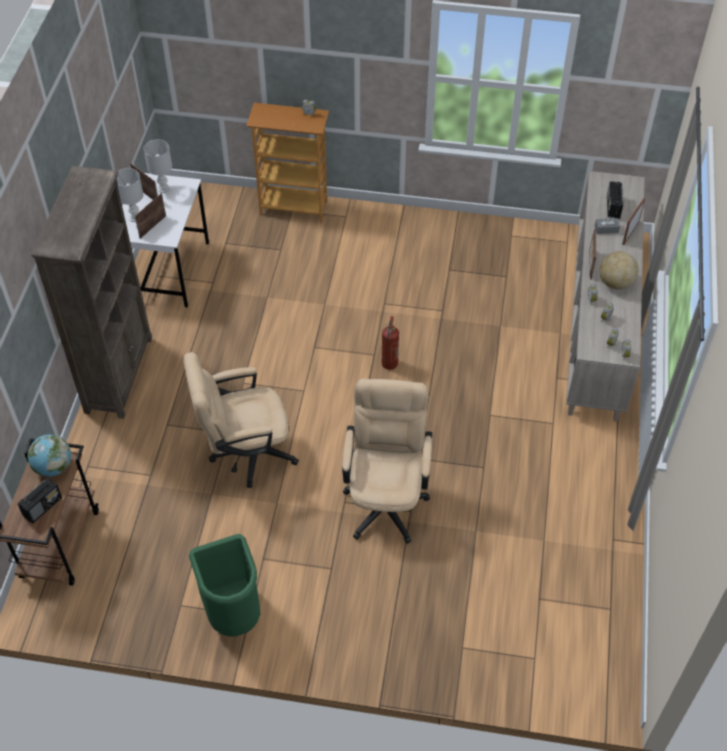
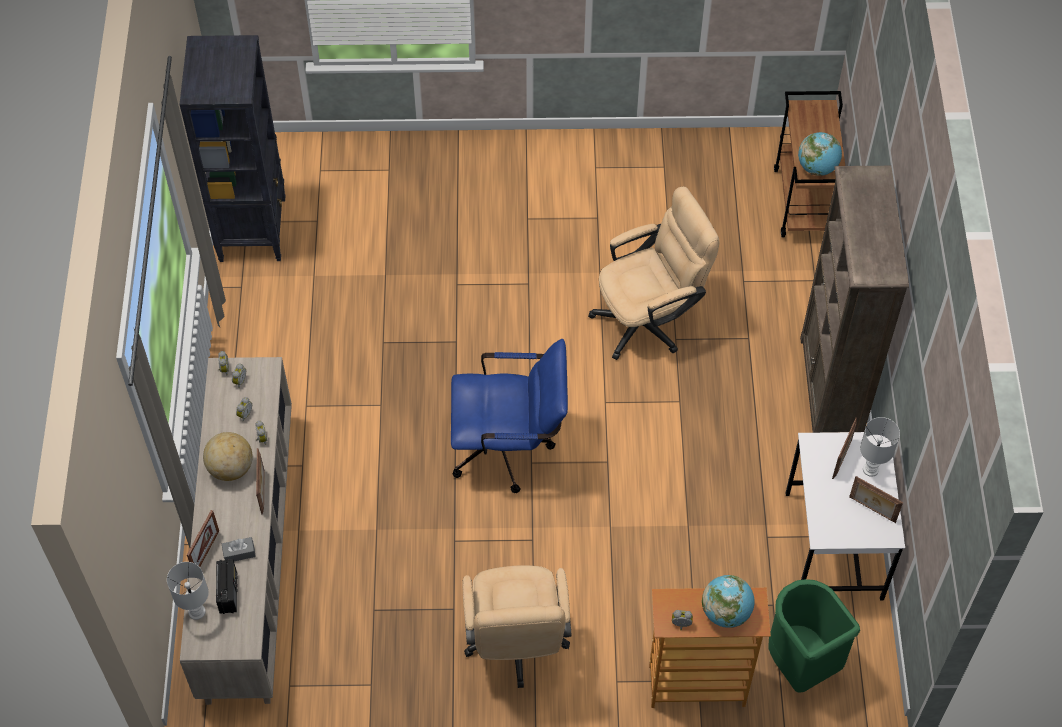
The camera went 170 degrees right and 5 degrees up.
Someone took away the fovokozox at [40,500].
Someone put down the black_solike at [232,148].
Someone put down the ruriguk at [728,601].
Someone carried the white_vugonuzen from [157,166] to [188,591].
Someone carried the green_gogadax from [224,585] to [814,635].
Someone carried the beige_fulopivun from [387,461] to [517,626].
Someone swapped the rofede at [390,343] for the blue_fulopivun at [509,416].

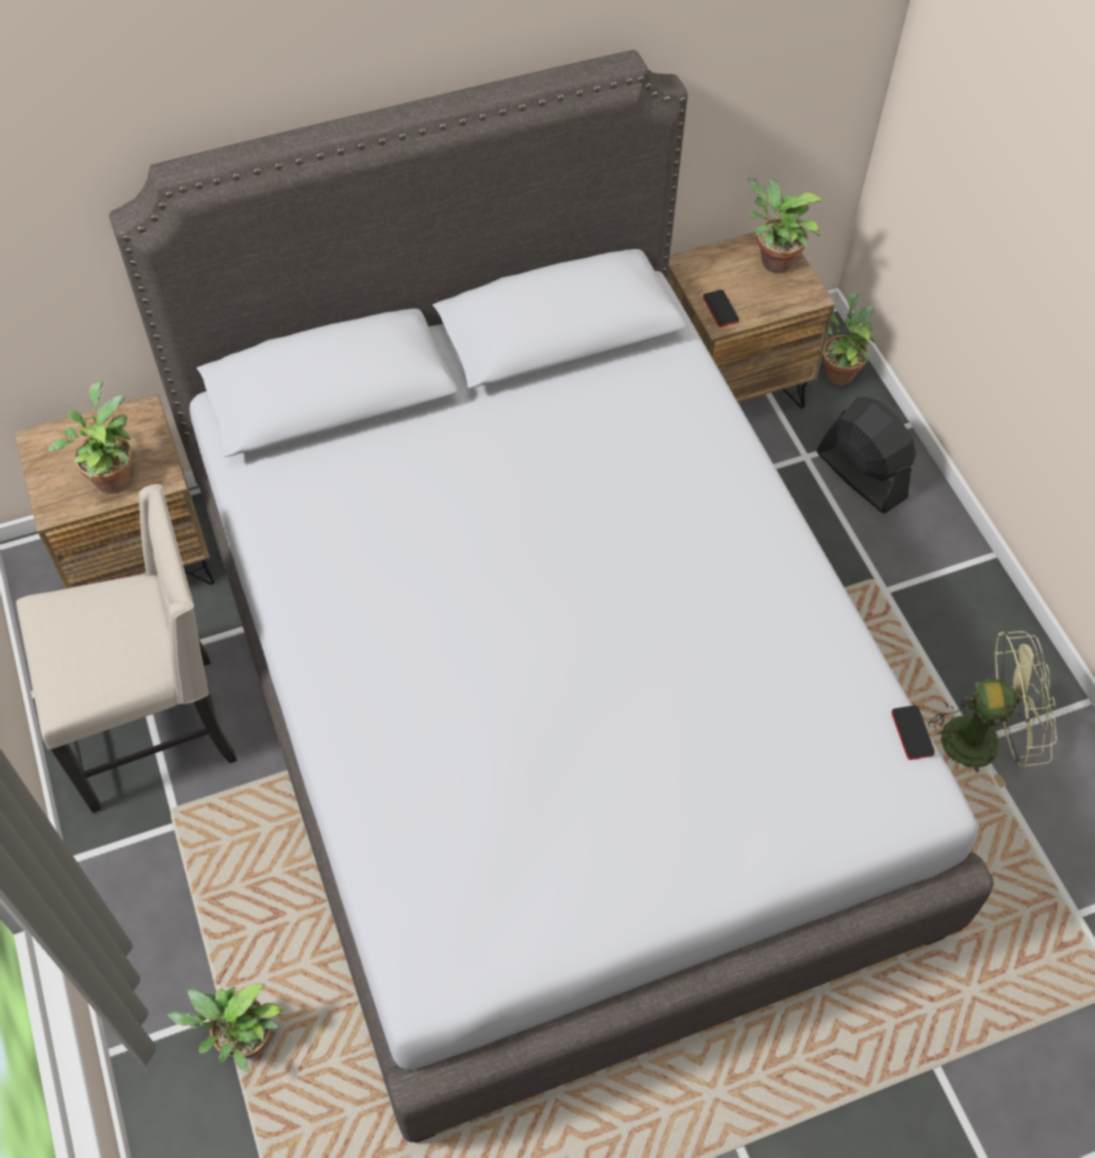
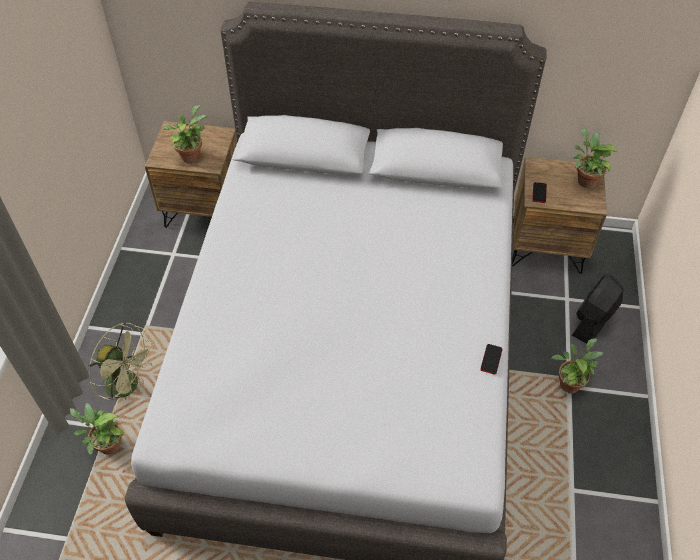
The camera went 30 degrees right and 5 degrees down.
Someone took away the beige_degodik at [126,648].
Someone carried the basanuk from [848,338] to [577,366].
Someone carried the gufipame from [913,732] to [491,359].
Someone carried the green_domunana from [992,709] to [121,366].
Someone rotated the black_domunana at [866,455] by 135 degrees counterclockwise.

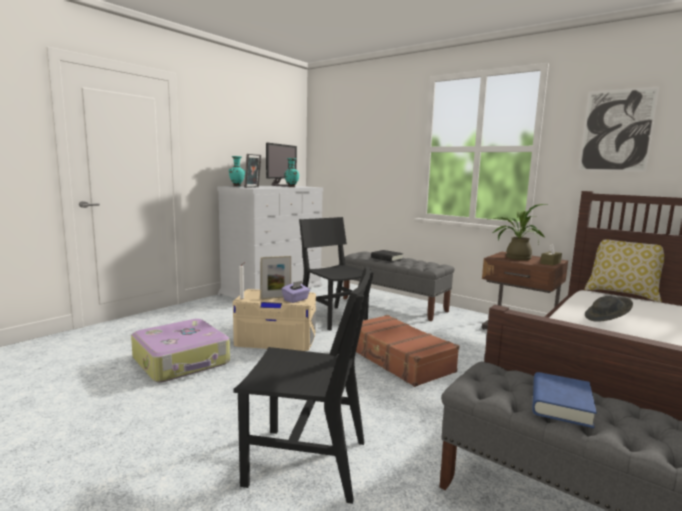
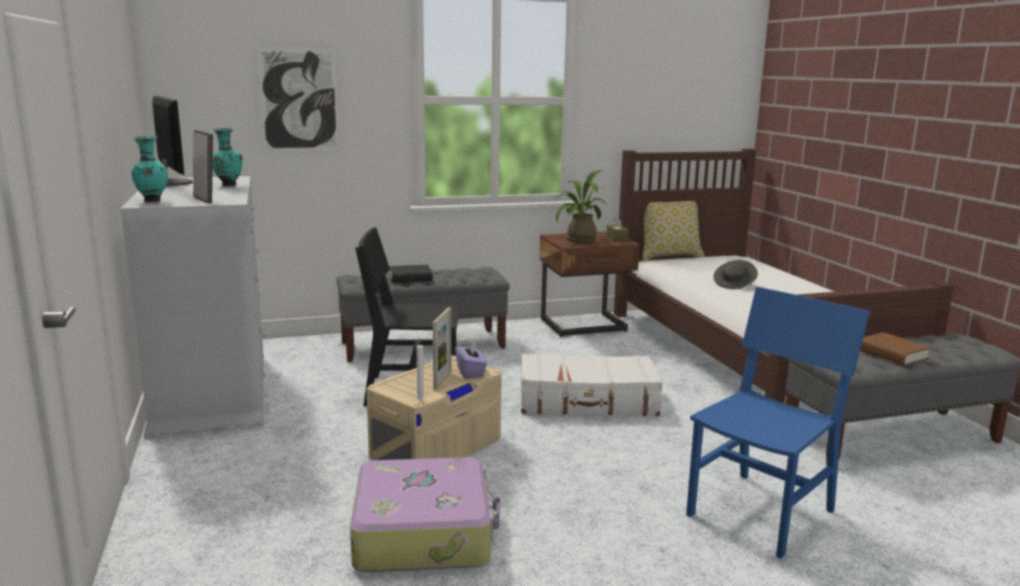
The camera went 55 degrees left and 5 degrees up.
Someone carried the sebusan from [619,129] to [298,99].
Someone repainted the black_degodik at [303,385], which became the blue_degodik at [778,423].
Someone repainted the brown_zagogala at [407,351], which became the white_zagogala at [592,384].
Someone repainted the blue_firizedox at [564,400], which became the brown_firizedox at [895,349].

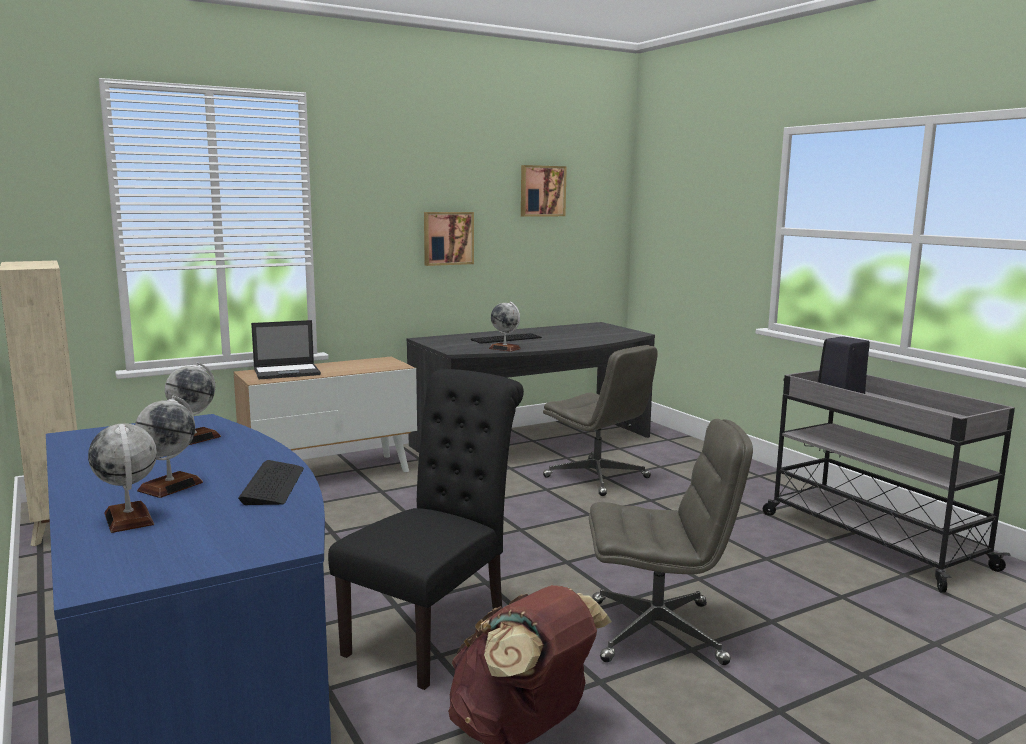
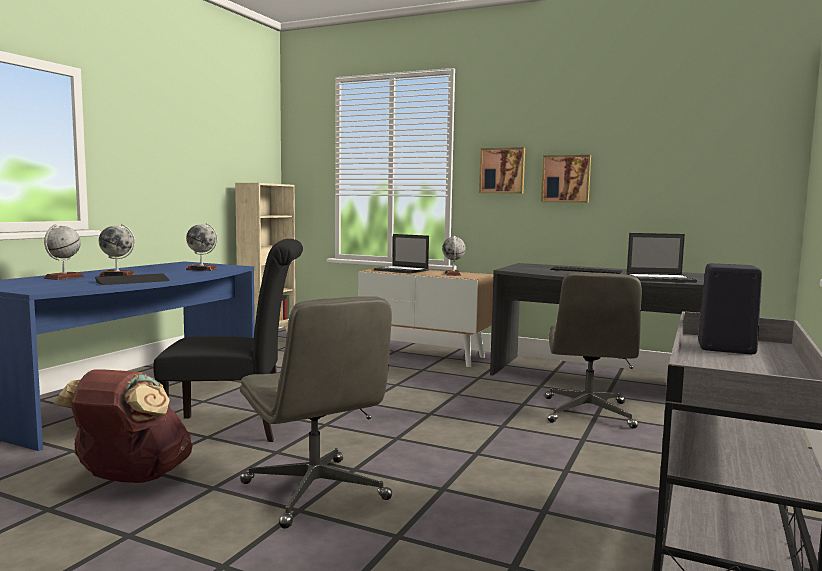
The camera went 55 degrees right and 5 degrees down.
Someone put down the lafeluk at [661,258].
Someone carried the ruriguk from [505,327] to [454,256].
Someone carried the sebusan from [544,191] to [502,170].

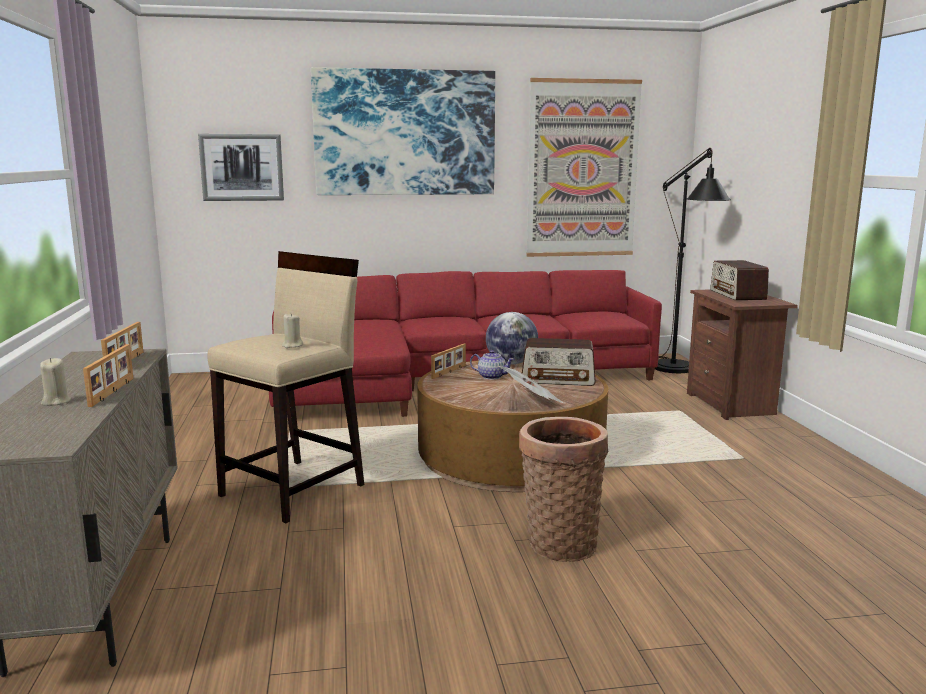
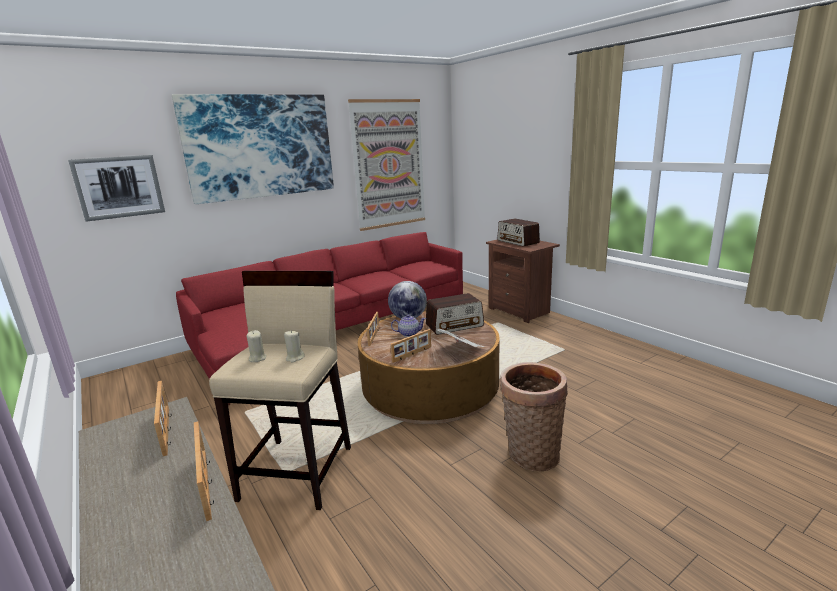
The camera went 25 degrees left and 5 degrees up.
Someone took away the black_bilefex at [693,260].
Someone put down the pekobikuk at [411,346].
Someone carried the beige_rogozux from [55,382] to [256,346].

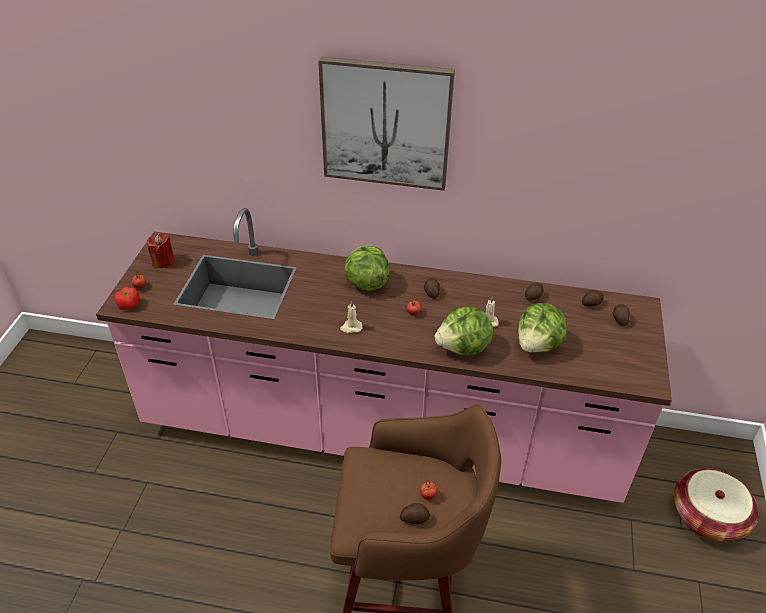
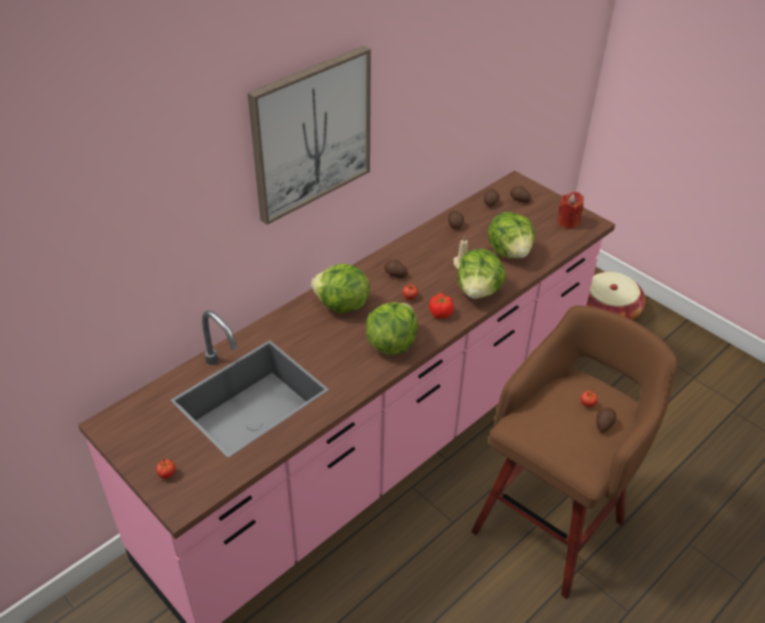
The camera went 55 degrees left and 0 degrees up.
Someone carried the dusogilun from [127,298] to [441,306].
Someone carried the red_rogozux from [161,250] to [570,210].
Someone swapped the beige_rogozux at [351,317] for the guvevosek at [392,328].

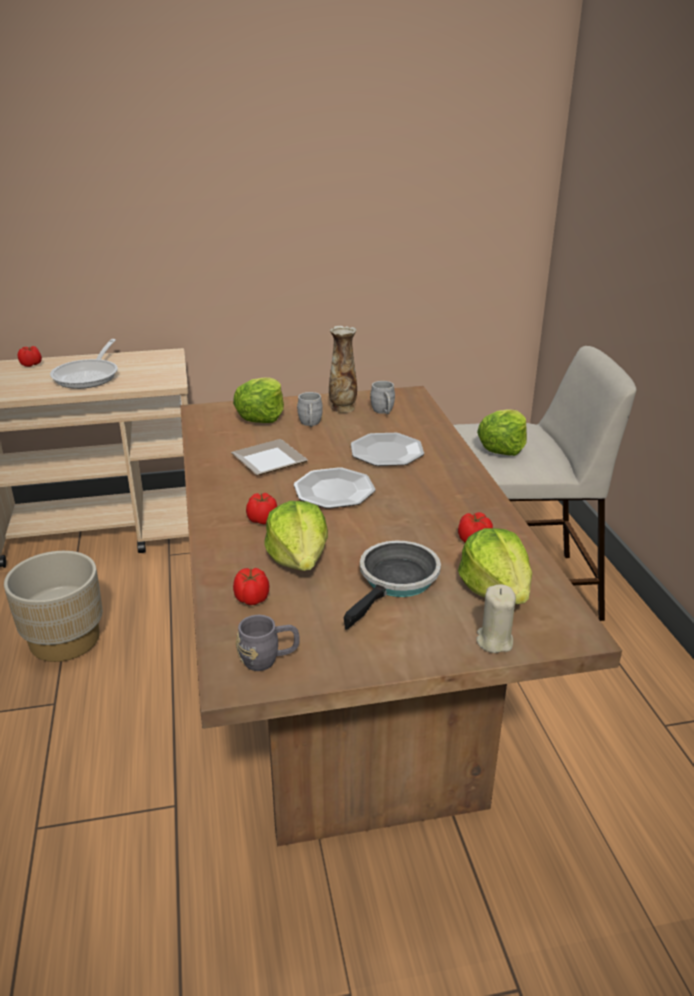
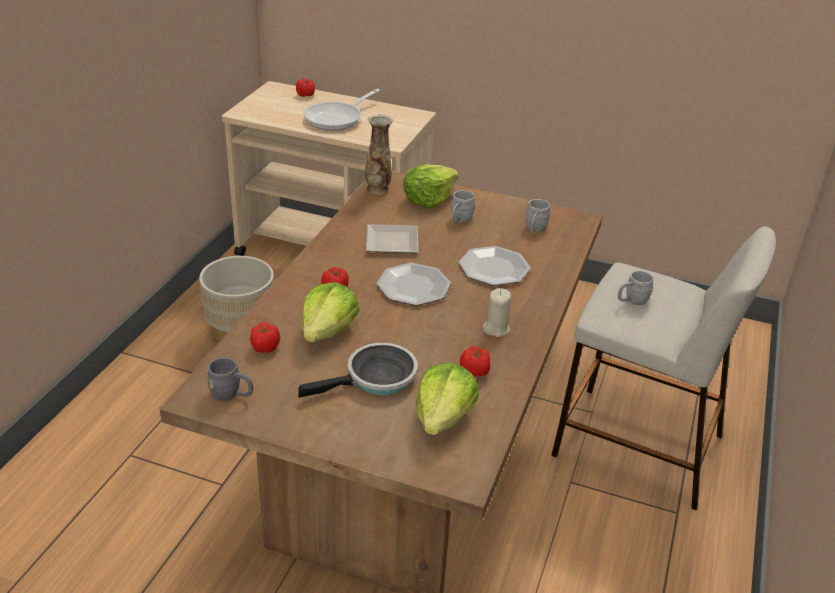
The camera went 30 degrees right and 5 degrees up.
Someone carried the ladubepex from [343,369] to [379,154].
Someone carried the beige_rogozux from [496,618] to [497,312].
Someone swapped the guvevosek at [502,432] for the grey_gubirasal at [635,288].

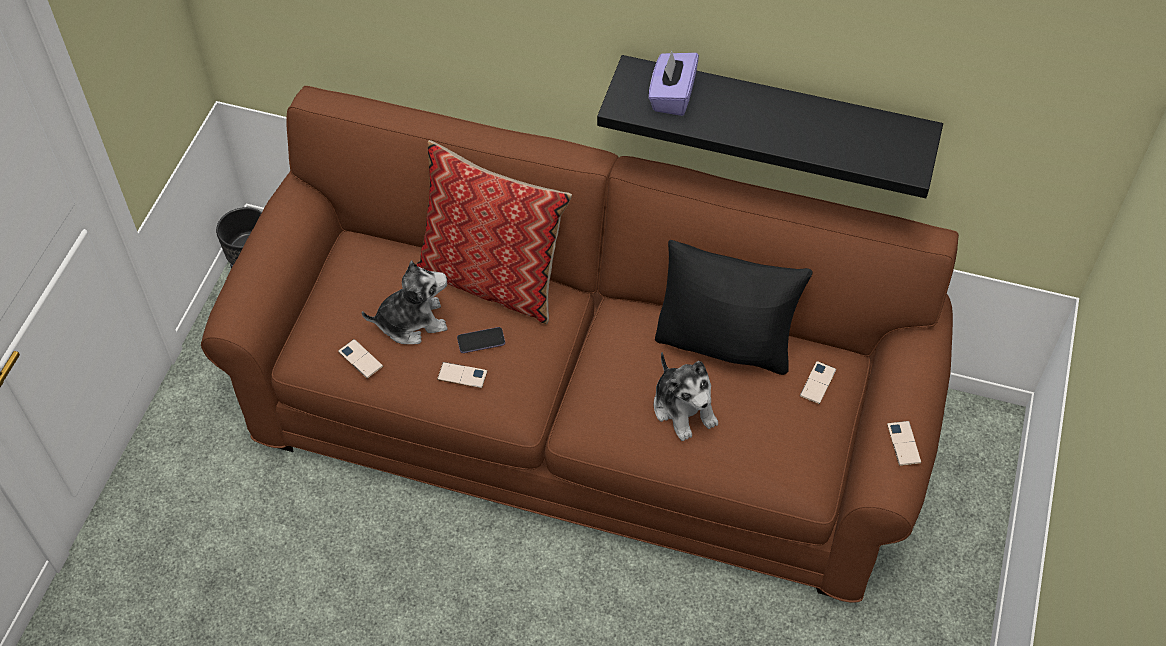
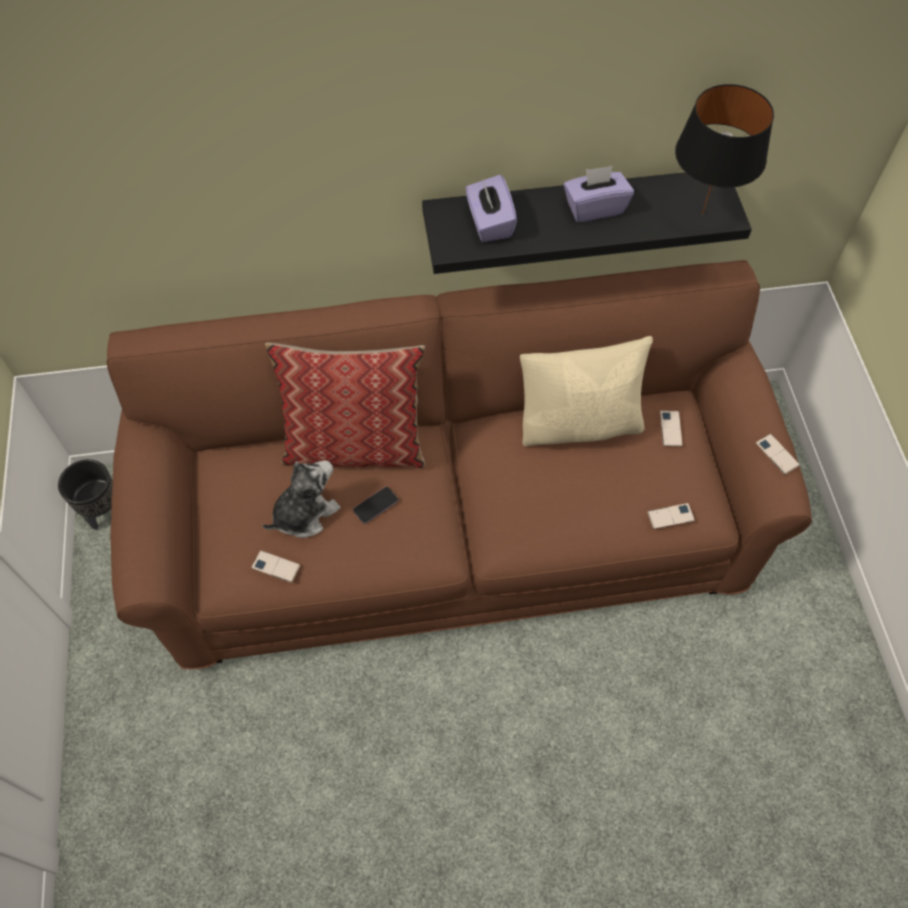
The camera went 25 degrees left and 5 degrees up.
Someone took away the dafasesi at [686,396].
Someone put down the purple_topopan at [598,194].
Someone put down the black_vugonuzen at [724,149].
Someone carried the gufipame from [462,375] to [671,516].
Someone repainted the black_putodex at [734,307], which became the beige_putodex at [586,391].

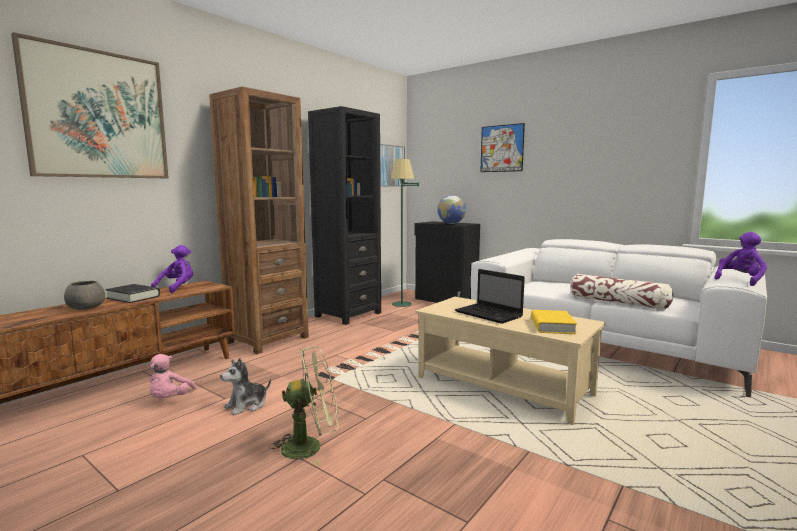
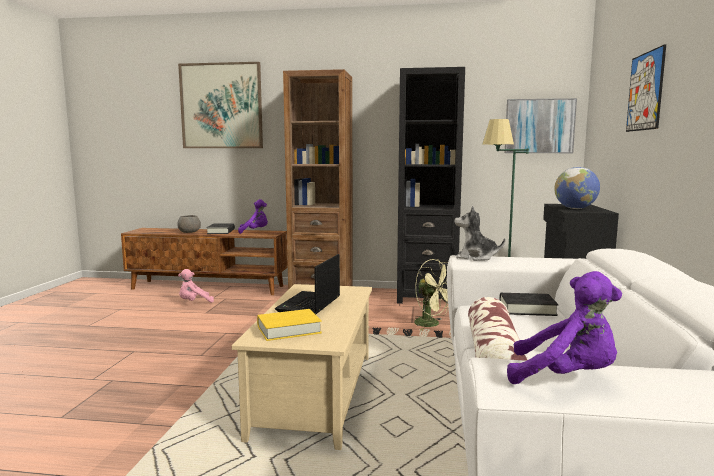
The camera went 60 degrees right and 0 degrees up.
Someone put down the black_firizedox at [528,304].
Someone carried the dafasesi from [245,386] to [479,233].
Someone carried the green_domunana from [303,406] to [431,295].

